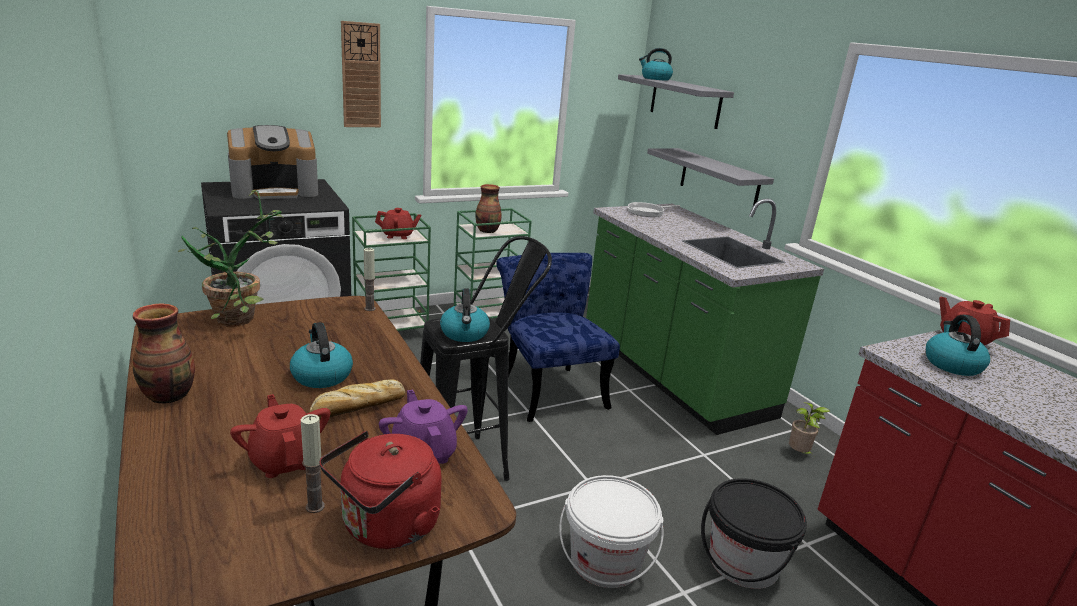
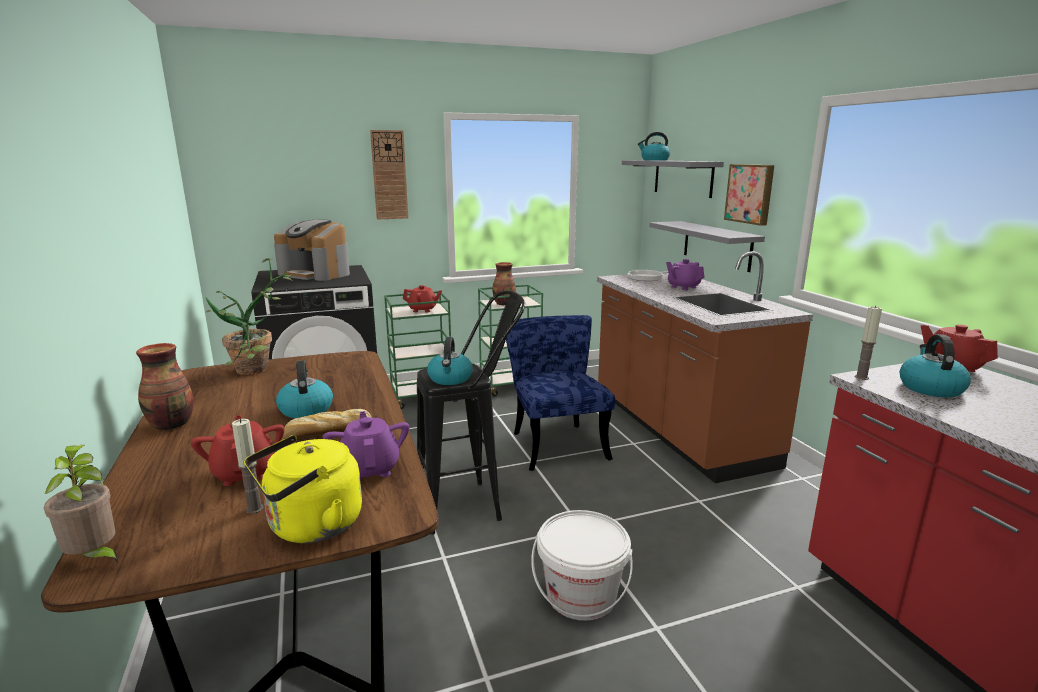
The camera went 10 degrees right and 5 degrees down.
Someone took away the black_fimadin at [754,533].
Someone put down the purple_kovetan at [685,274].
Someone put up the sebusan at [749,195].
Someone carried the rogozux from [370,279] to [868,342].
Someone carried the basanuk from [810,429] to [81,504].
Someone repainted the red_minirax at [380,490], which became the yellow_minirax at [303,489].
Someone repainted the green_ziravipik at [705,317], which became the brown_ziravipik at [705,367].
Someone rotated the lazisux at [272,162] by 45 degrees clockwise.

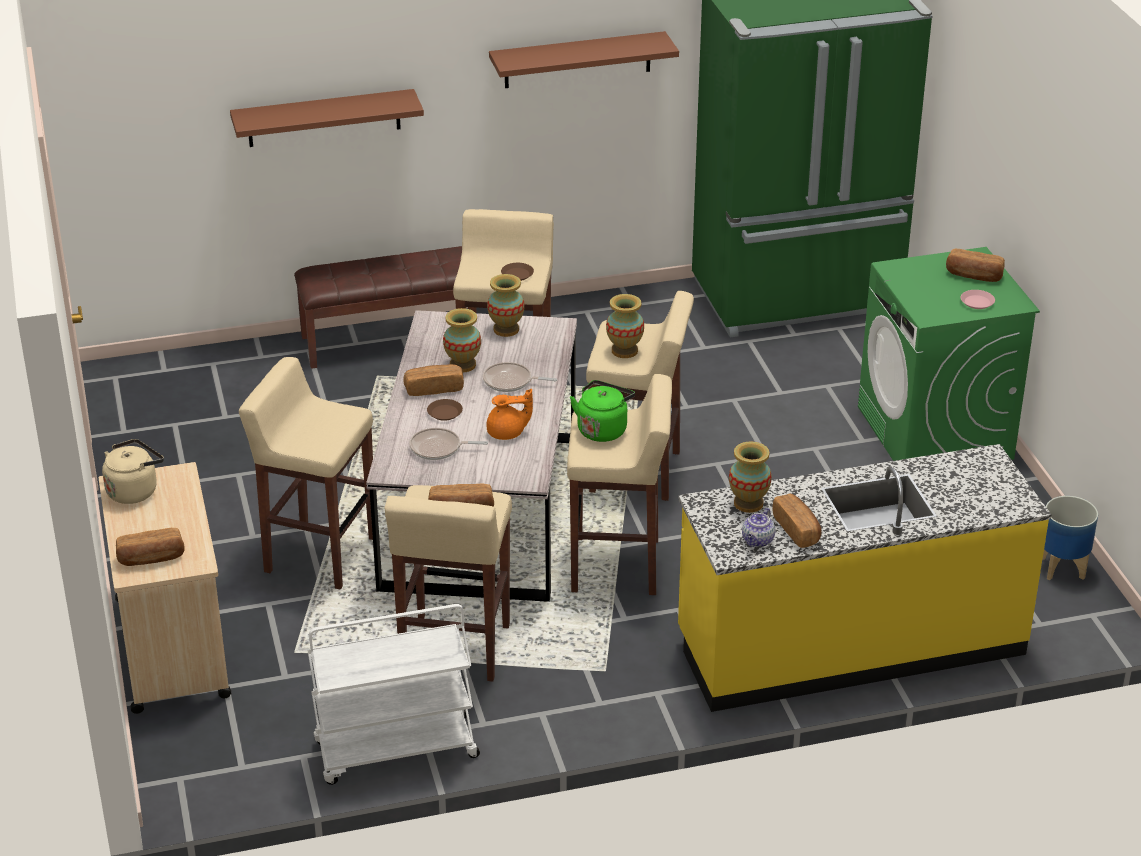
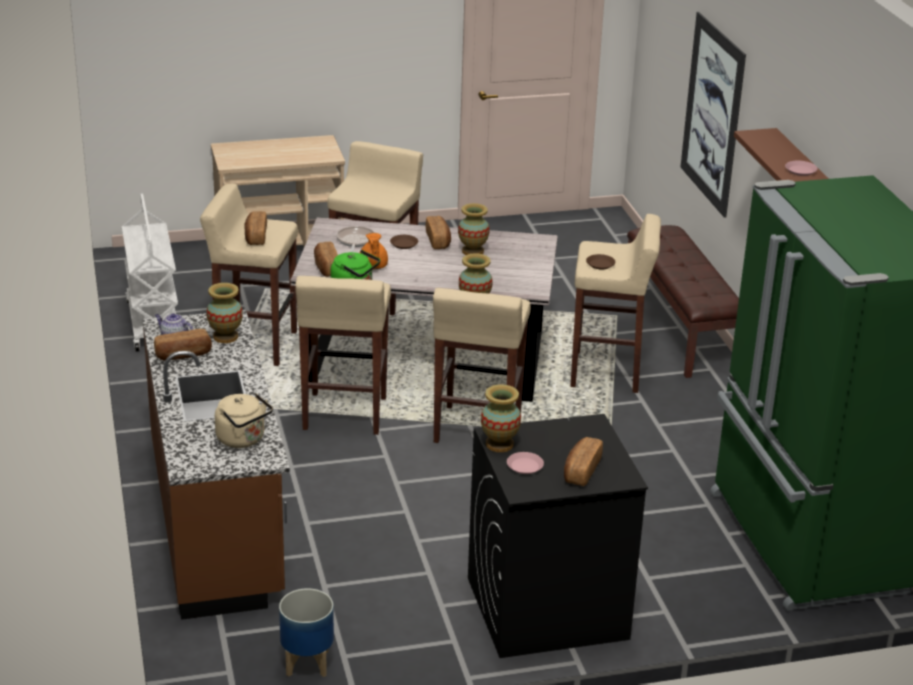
The camera went 90 degrees right and 5 degrees down.
Someone took away the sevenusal at [520,377].
Someone put down the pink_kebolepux at [801,168].
Someone carried the beige_minirax from [133,471] to [244,420].
Someone carried the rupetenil from [150,547] to [326,259].
Someone carried the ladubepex from [506,305] to [501,418].
Someone swapped the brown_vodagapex at [327,118] for the sebusan at [713,115].
Someone repainted the yellow_ziravipik at [864,578], which became the brown_ziravipik at [216,465].
Someone repainted the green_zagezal at [949,354], which became the black_zagezal at [558,536].

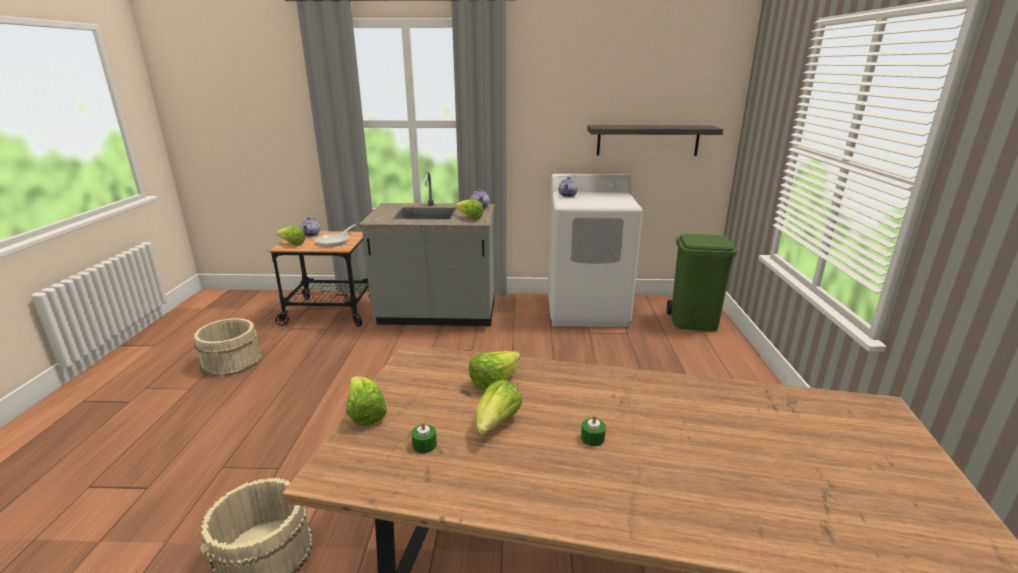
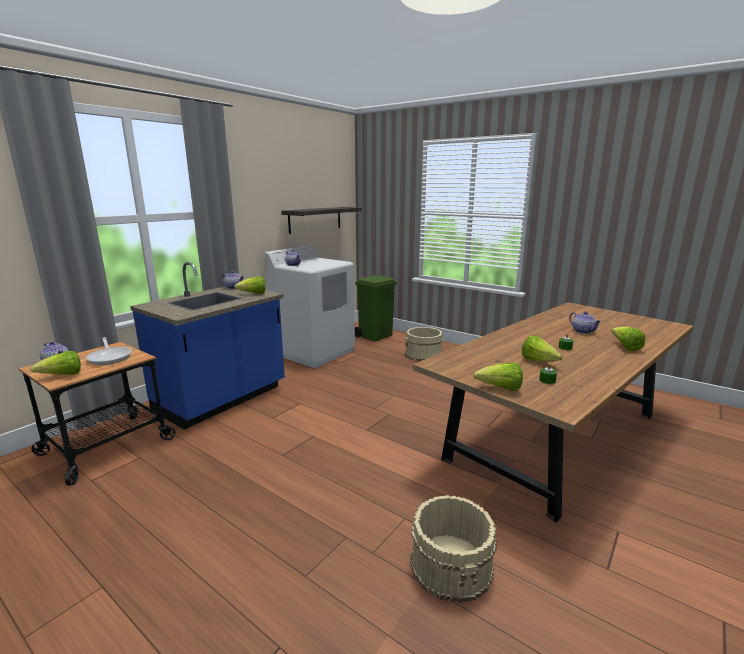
The camera went 55 degrees left and 5 degrees down.
Someone put down the kovetan at [585,322].
Someone carried the beige_fimadin from [228,347] to [424,344].
Someone carried the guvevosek from [494,371] to [628,338].
Someone repainted the grey_ziravipik at [427,249], which became the blue_ziravipik at [207,346].

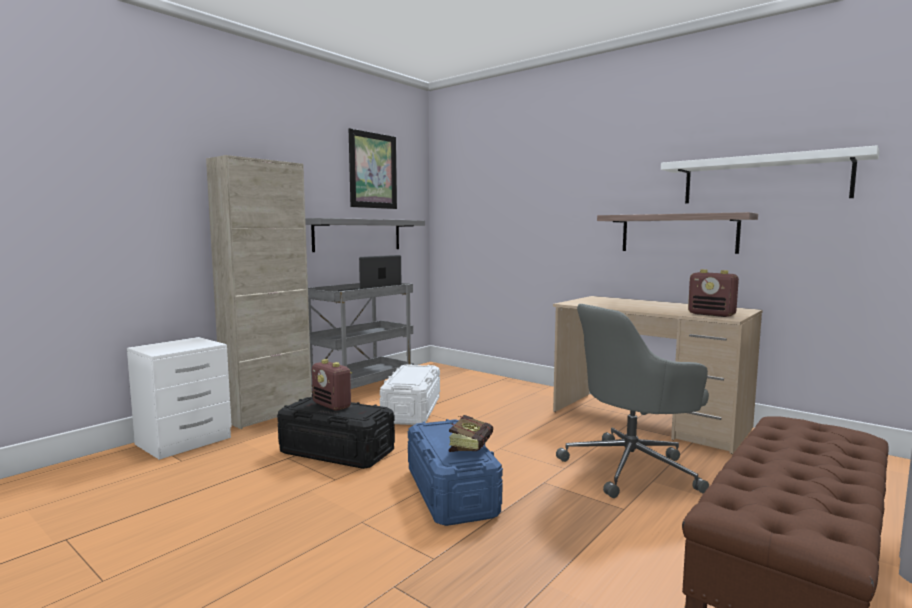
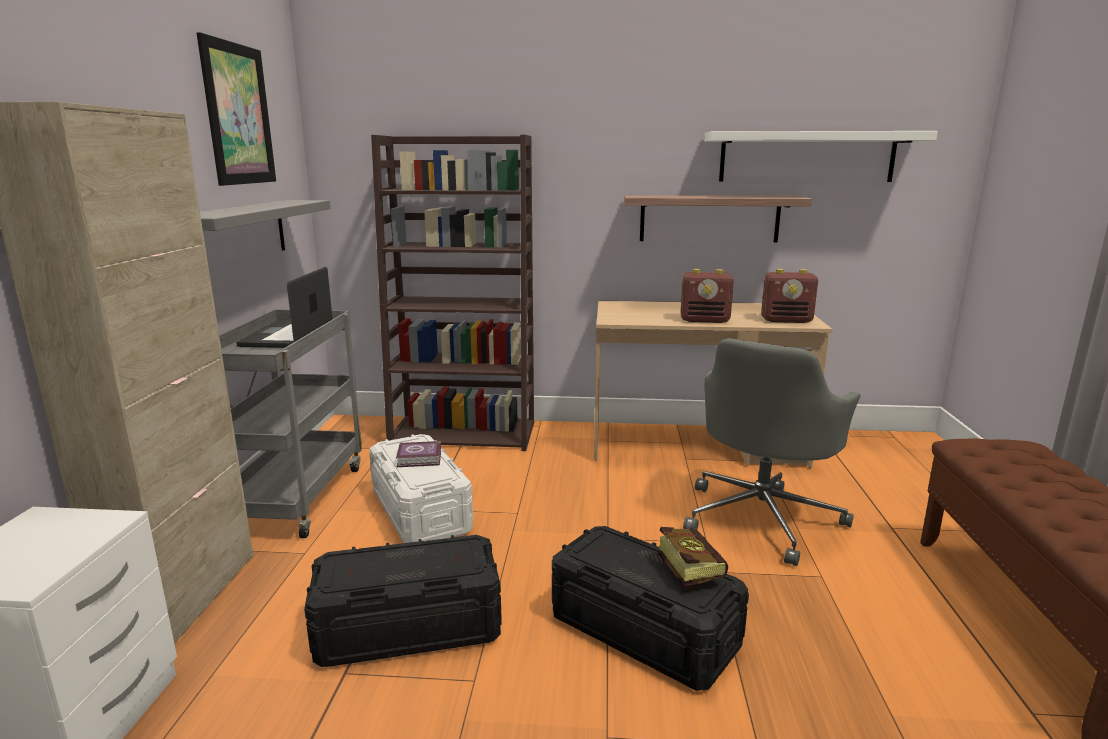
The camera went 35 degrees left and 10 degrees up.
Someone put down the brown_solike at [452,292].
Someone put down the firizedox at [418,454].
Someone carried the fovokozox from [332,385] to [707,296].
Someone repainted the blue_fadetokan at [455,472], which became the black_fadetokan at [650,608].

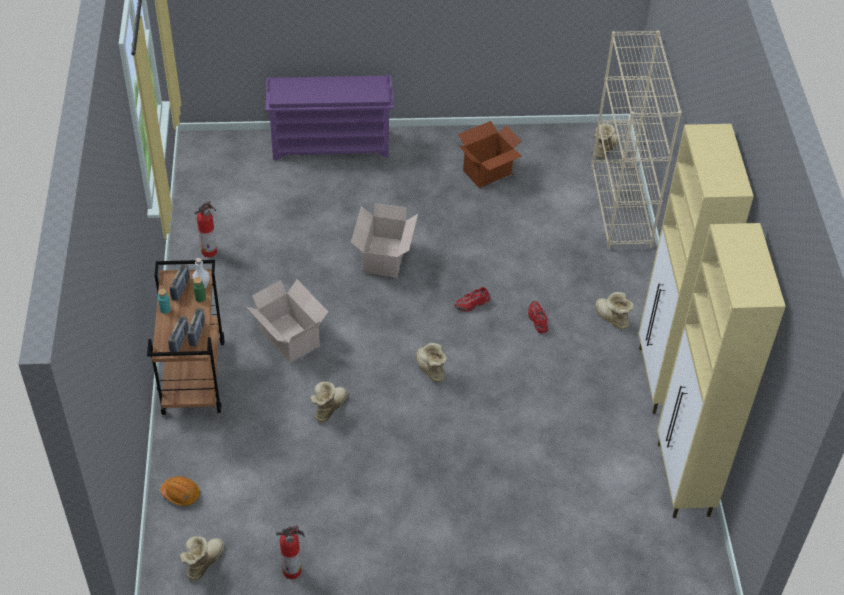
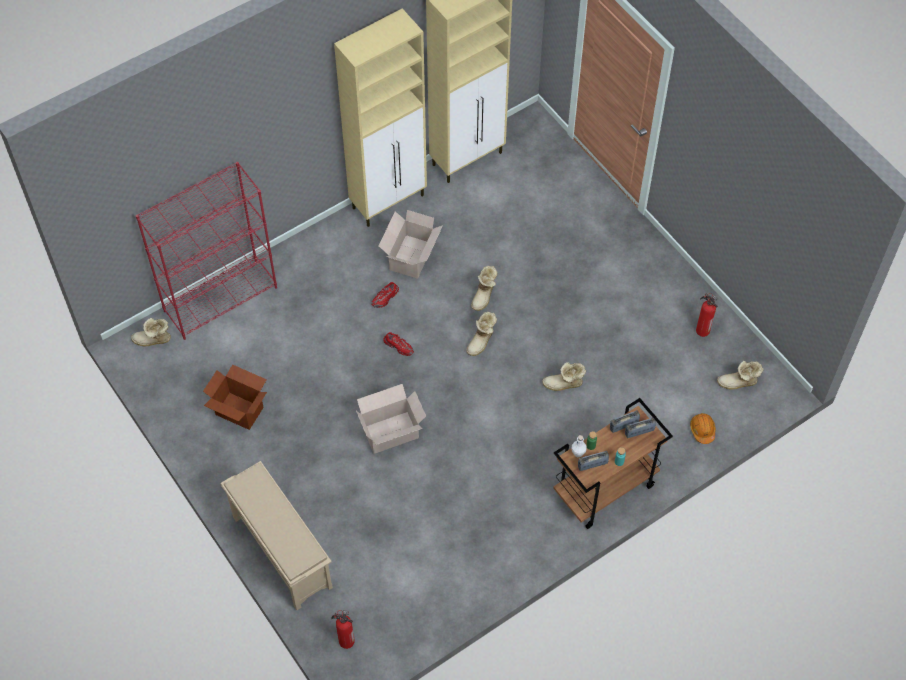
The camera went 120 degrees left and 10 degrees up.
Someone carried the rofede from [205,229] to [343,629].
Someone carried the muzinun from [287,321] to [411,244].
Someone carried the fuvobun from [614,310] to [484,288].
Someone repainted the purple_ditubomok at [330,117], which became the beige_ditubomok at [277,535].
Someone repainted the beige_solike at [636,139], which became the red_solike at [206,251].

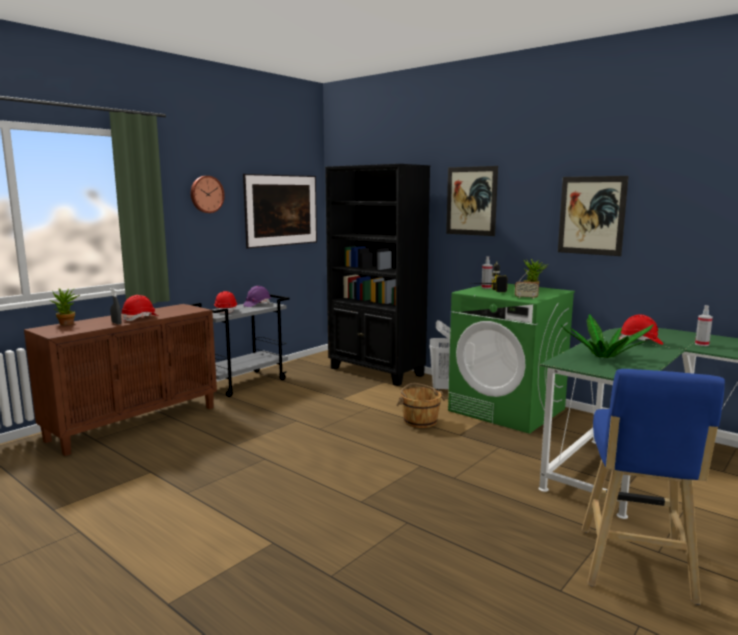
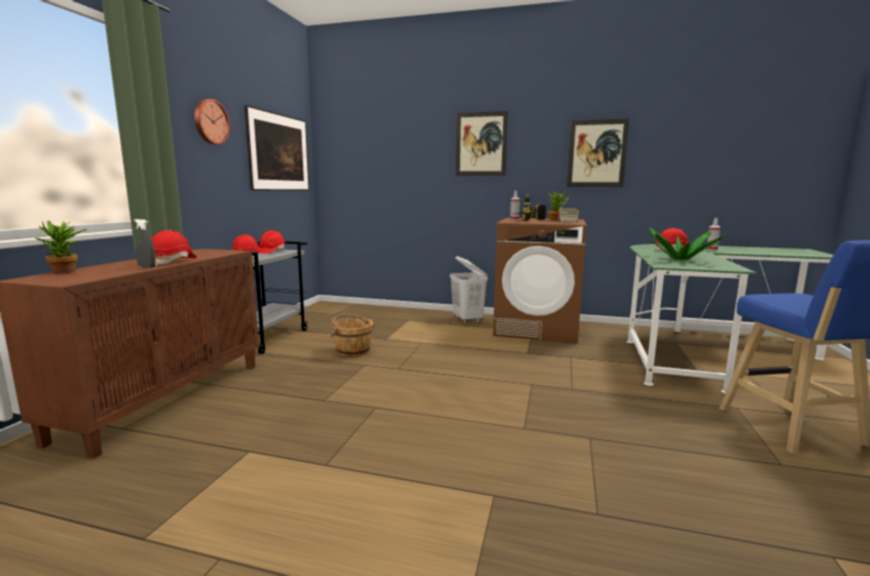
The camera went 25 degrees left and 0 degrees up.
Someone took away the black_solike at [377,275].
Someone carried the brown_fimadin from [420,405] to [352,335].
Someone repainted the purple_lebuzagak at [257,296], which became the red_lebuzagak at [271,241].
Someone repainted the green_zagezal at [511,359], which became the brown_zagezal at [540,281].

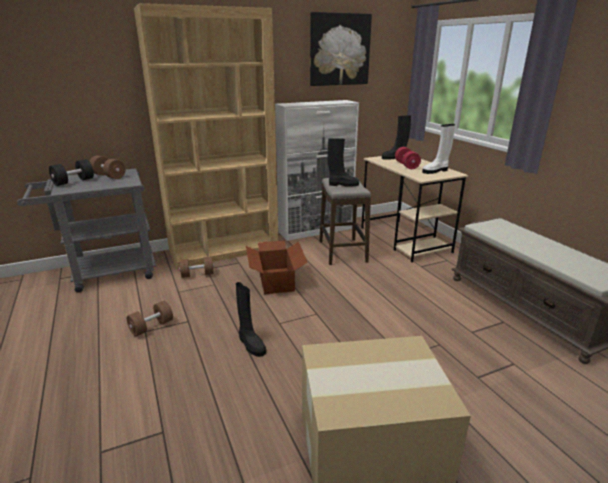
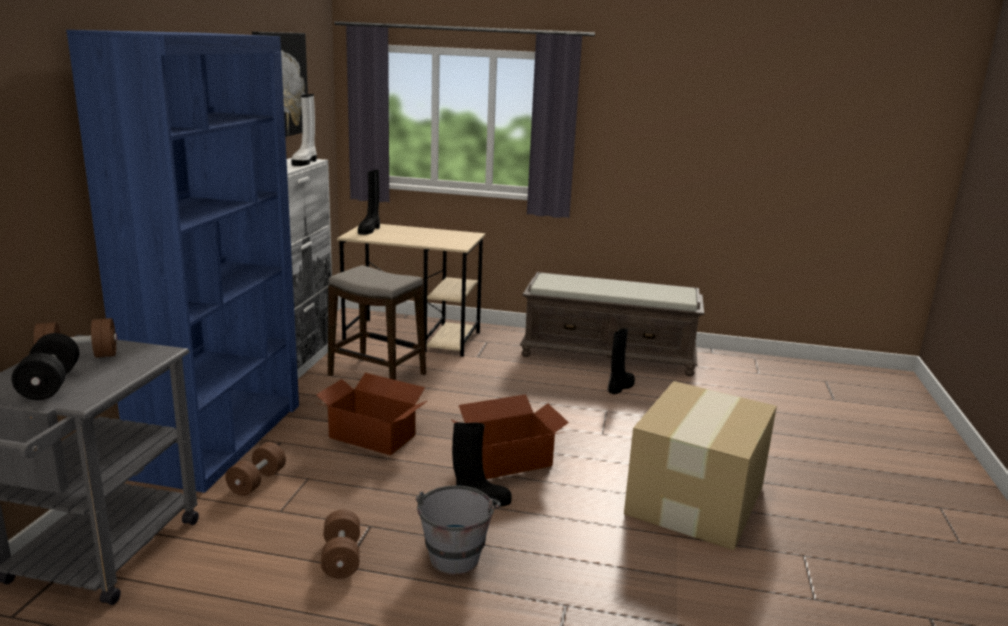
The camera went 55 degrees left and 5 degrees down.
Someone took away the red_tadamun at [408,158].
Someone put down the grey_fimadin at [458,530].
Someone put down the muzinun at [510,436].
Someone carried the black_fuvobun from [343,162] to [622,361].
Someone carried the white_fuvobun from [438,149] to [304,130].
Someone repainted the brown_solike at [206,136], which became the blue_solike at [182,261].

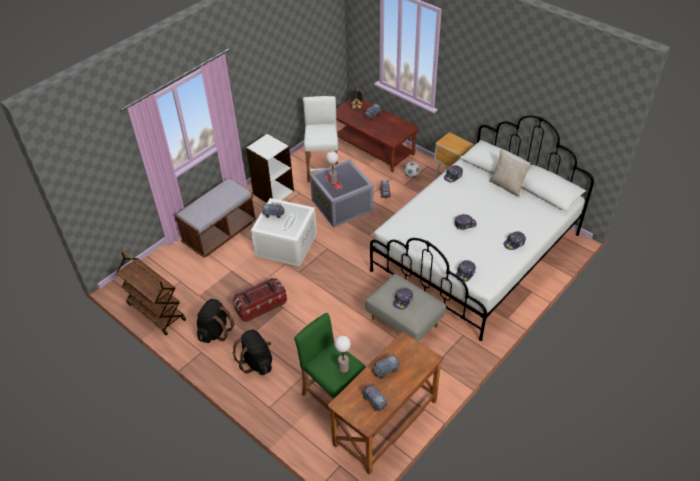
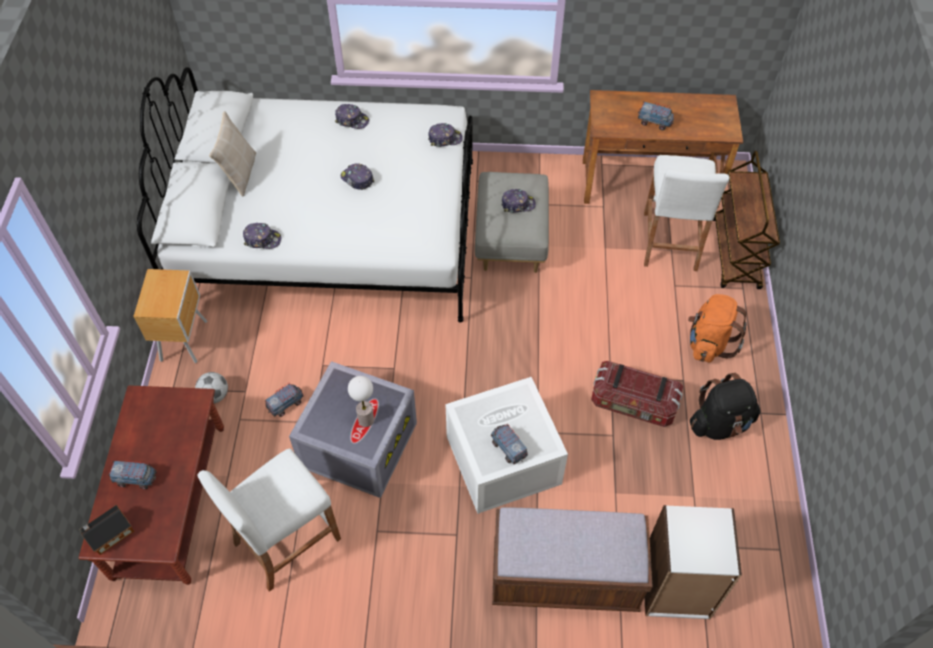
The camera went 130 degrees left and 10 degrees up.
Someone took away the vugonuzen at [342,354].
Someone took away the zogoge at [375,397].
Someone carried the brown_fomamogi from [151,293] to [746,220].
Someone carried the white_solike from [270,168] to [693,562].
Someone repainted the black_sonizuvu at [252,352], which became the orange_sonizuvu at [717,328].
Someone repainted the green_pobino at [330,370], which became the white_pobino at [687,213].

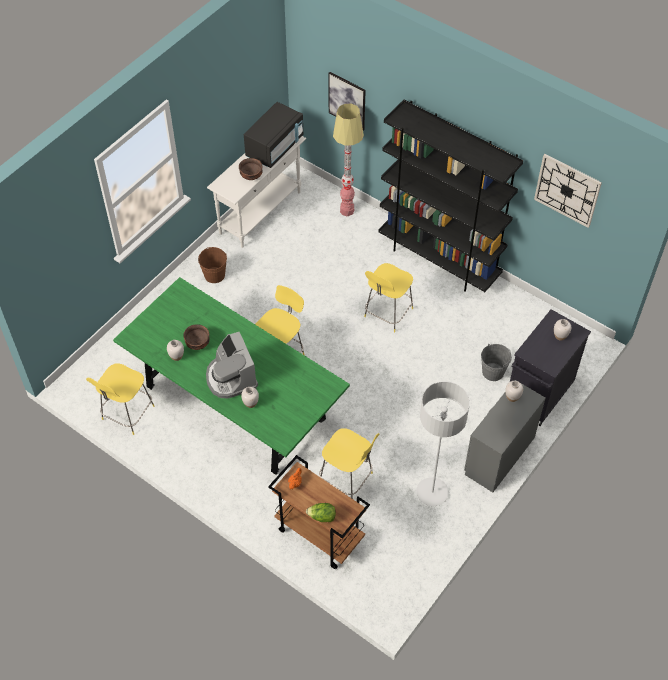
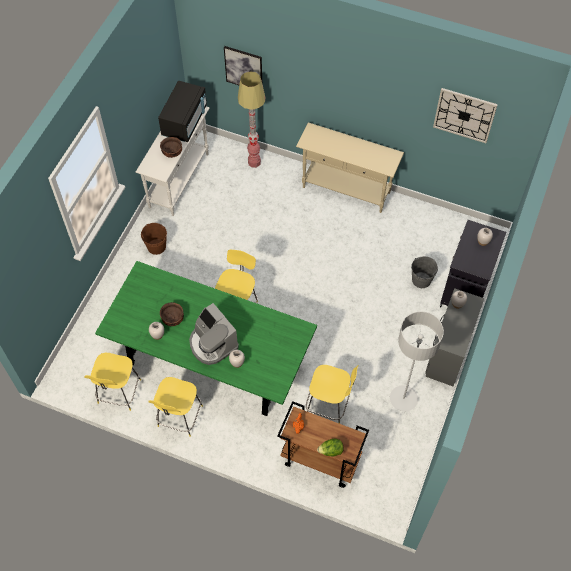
The camera went 15 degrees left and 5 degrees up.
Someone carried the yellow_pobino from [388,298] to [175,407].
Someone swapped the black_solike at [451,196] for the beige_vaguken at [350,167].

